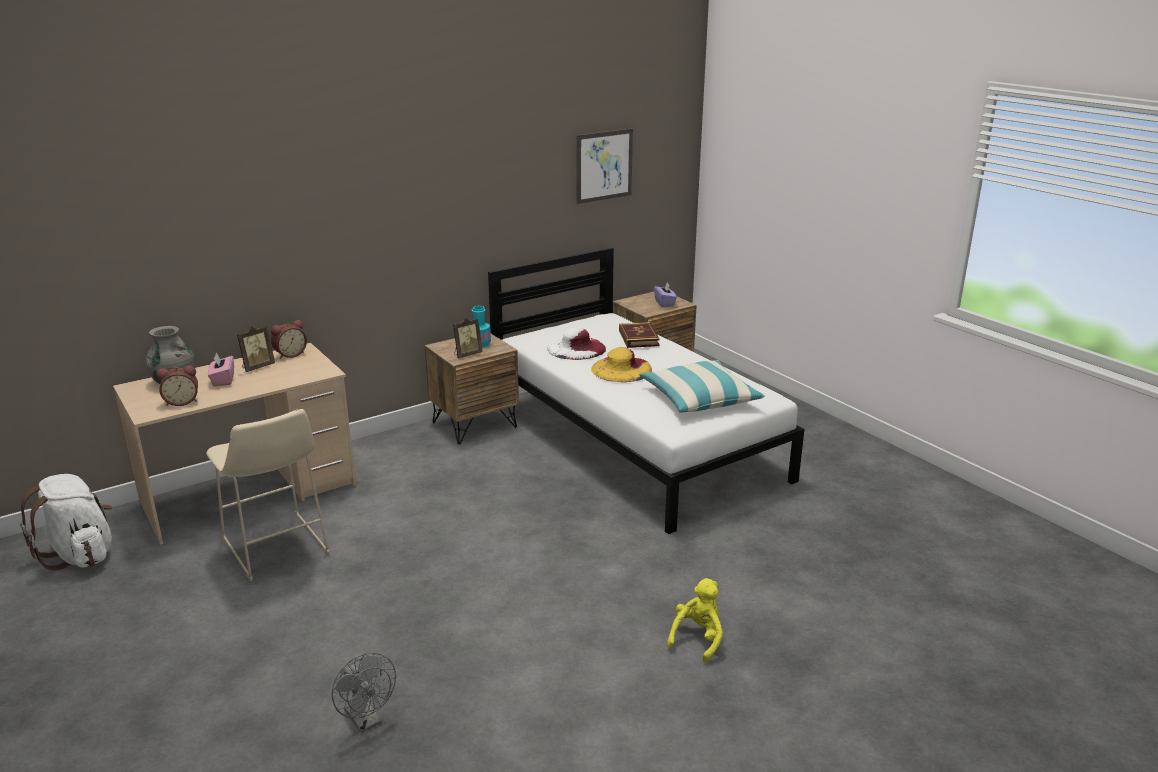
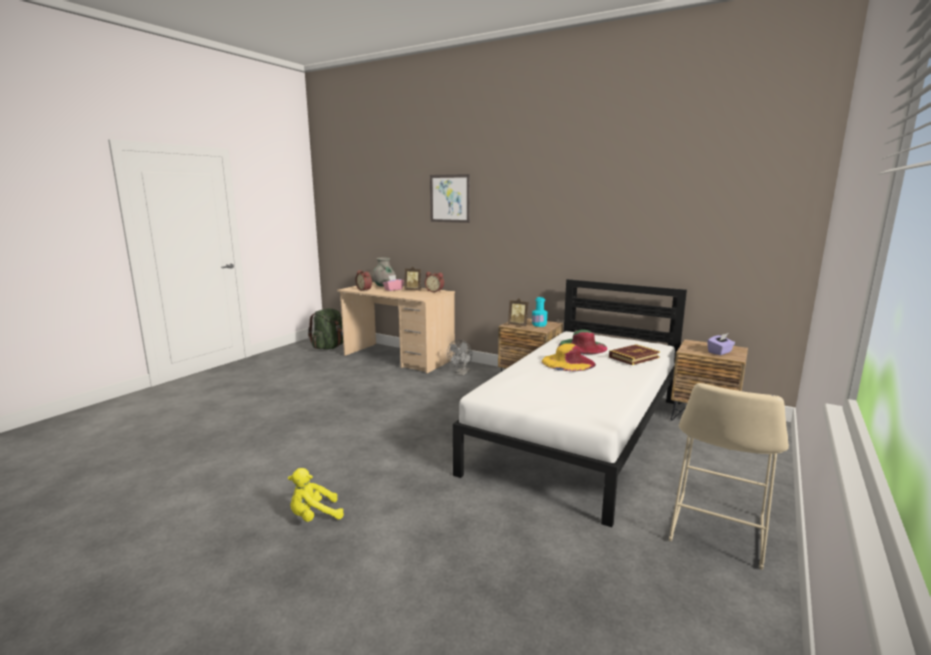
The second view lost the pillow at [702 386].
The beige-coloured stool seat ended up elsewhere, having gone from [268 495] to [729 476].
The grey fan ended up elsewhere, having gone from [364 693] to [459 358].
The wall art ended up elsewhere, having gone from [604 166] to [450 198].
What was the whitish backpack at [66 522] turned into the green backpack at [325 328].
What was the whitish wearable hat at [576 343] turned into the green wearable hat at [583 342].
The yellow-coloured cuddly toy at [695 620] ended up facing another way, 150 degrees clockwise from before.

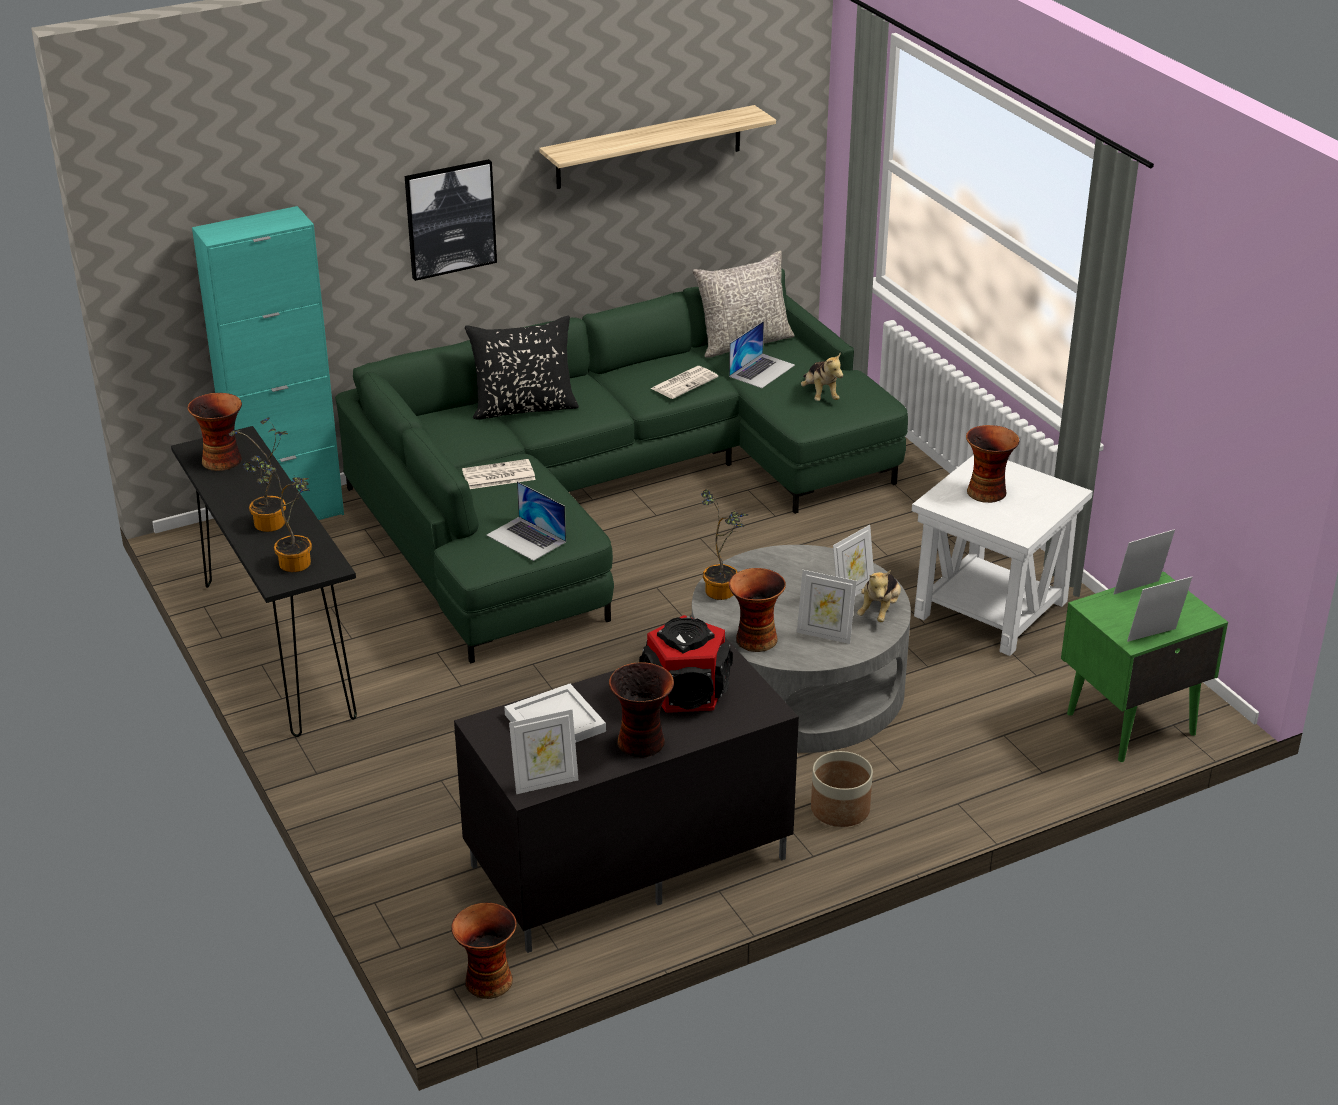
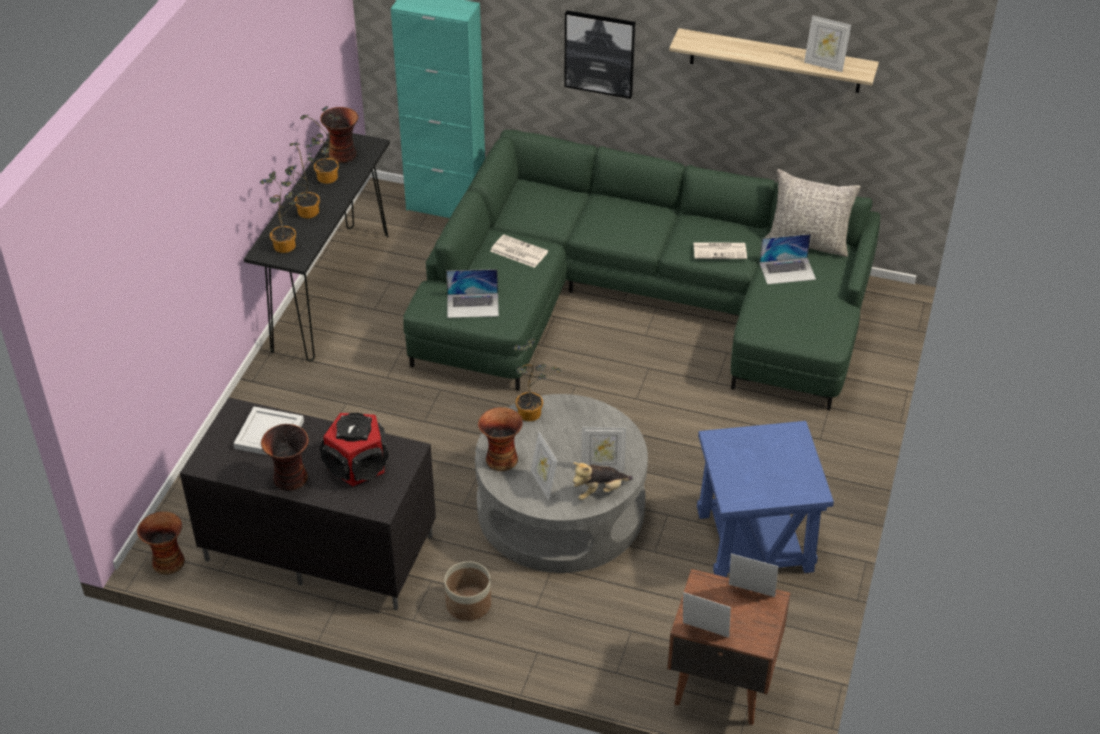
The second view lost the black pillow at [522 368].
The second view lost the cuddly toy at [822 376].
The second view lost the decorative vase at [993 464].
The second view gained the potted plant at [320 145].
The picture frame ended up elsewhere, having gone from [543 751] to [827 43].
What was the whitish accent table at [1002 555] turned into the blue-coloured accent table at [765 499].
What was the green night table at [1144 666] turned into the brownish night table at [729 647].
The portable computer at [526 521] ended up facing another way, 90 degrees counterclockwise from before.

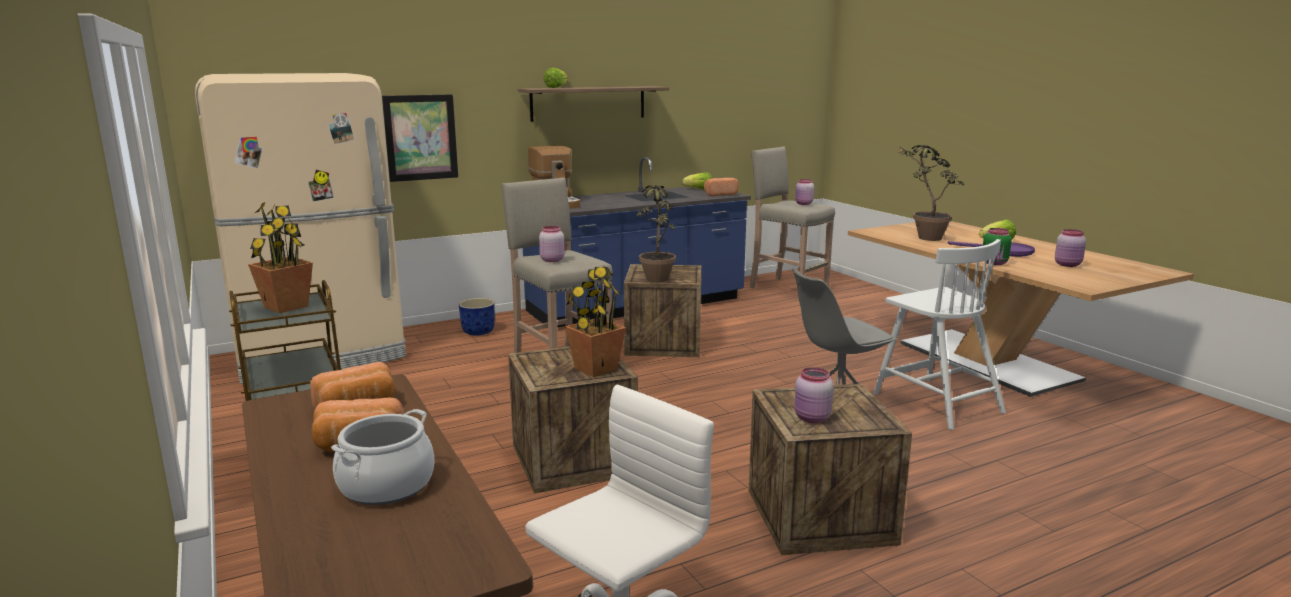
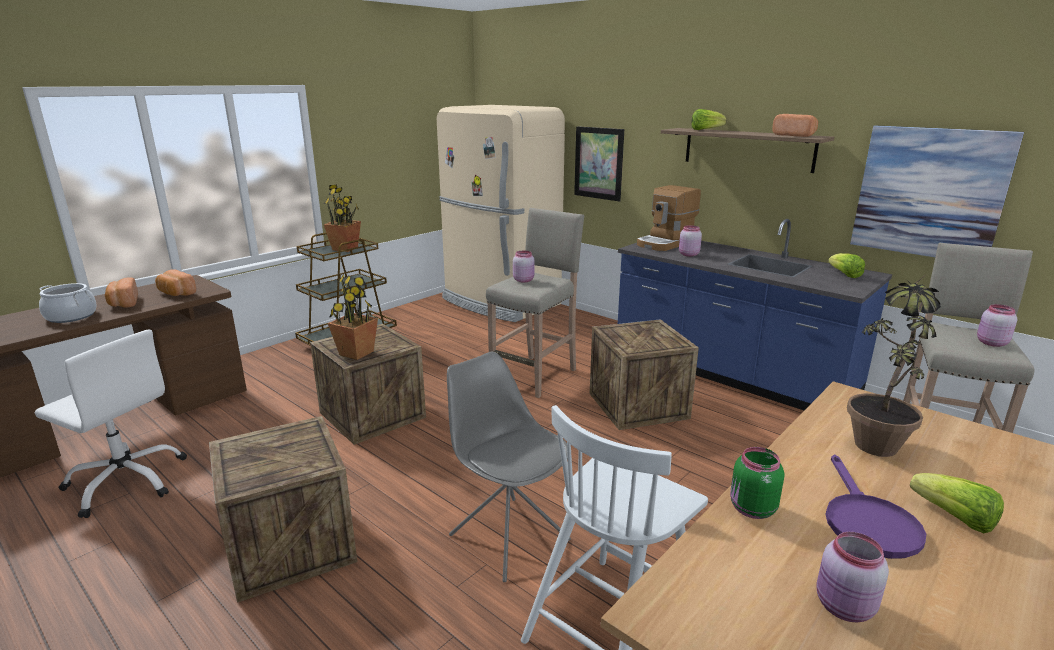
The second view lost the blue-coloured planter at [477 316].
The second view lost the potted plant at [656 233].
The second view gained the wall art at [937 191].
The bread ended up elsewhere, having gone from [721 187] to [795 125].
The pinkish jar ended up elsewhere, having gone from [814 395] to [690 240].

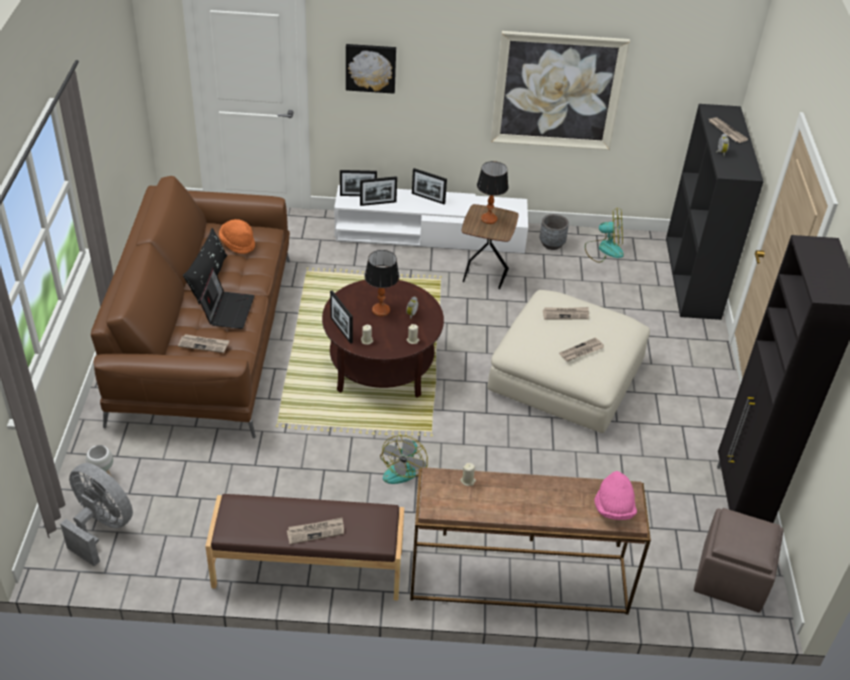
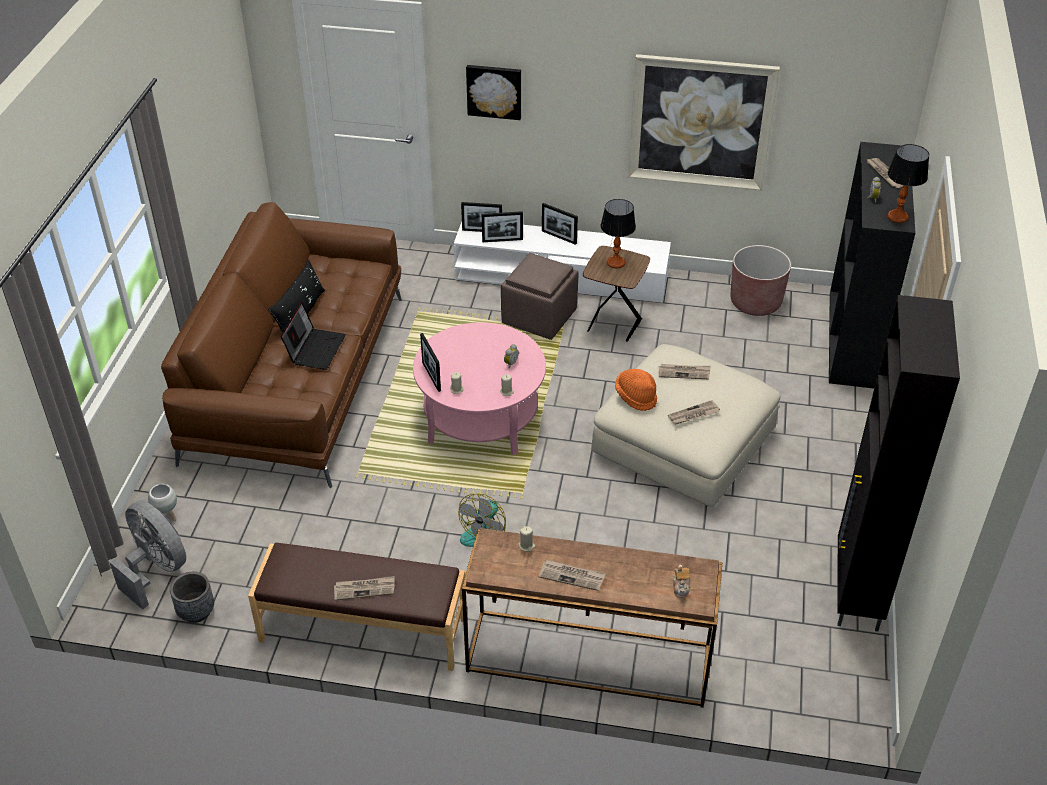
The printed paper ended up elsewhere, having gone from [204 343] to [572 575].
The orange wearable hat ended up elsewhere, having gone from [237 236] to [636 390].
The lamp for a table ended up elsewhere, having gone from [382 283] to [908 183].
The grey planter ended up elsewhere, having gone from [554 232] to [192 597].
The brownish pouffe ended up elsewhere, having gone from [739 560] to [539 296].
Where the fan stood at [604 235], the brownish planter came to stand at [761 280].
Where the pinkish wearable hat stood at [615 495], the teapot came to stand at [681 581].
What was the brownish lounge table at [383 339] turned into the pinkish lounge table at [479 388].

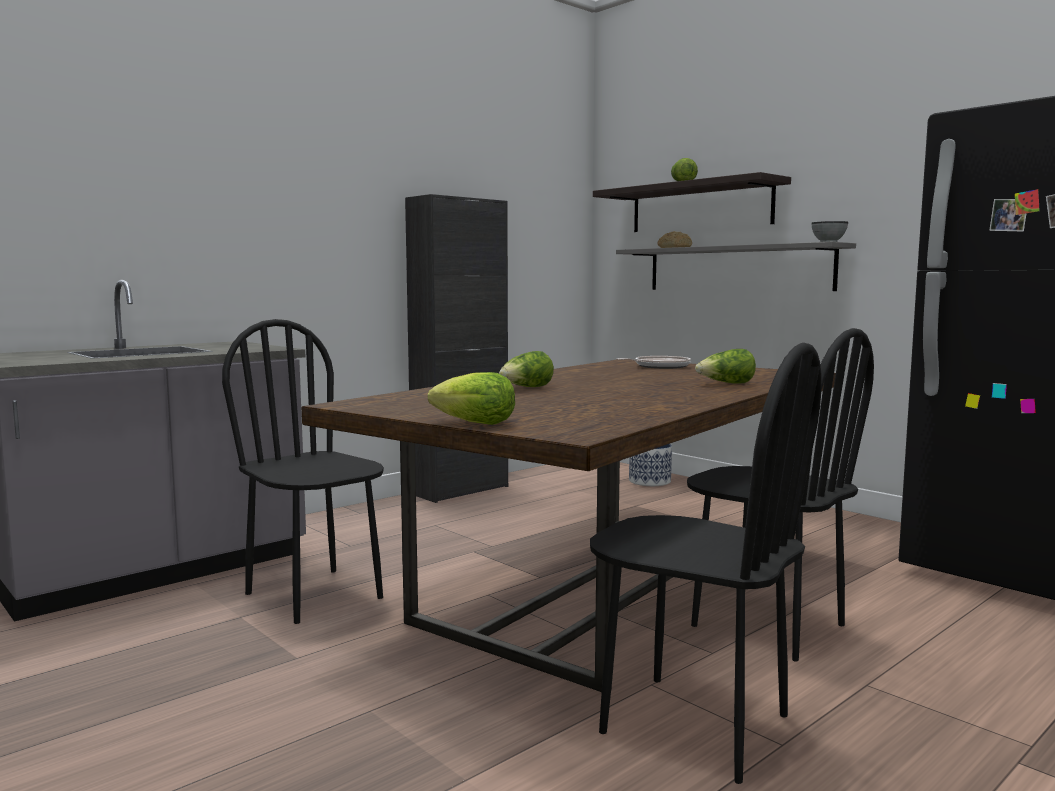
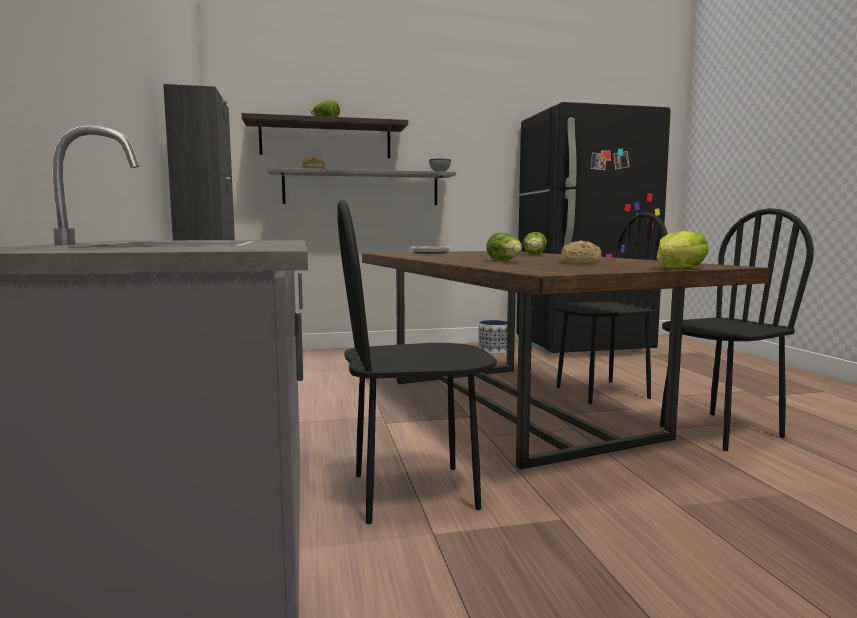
The second view gained the bread at [581 252].
The planter ended up elsewhere, having gone from [650 465] to [492 337].

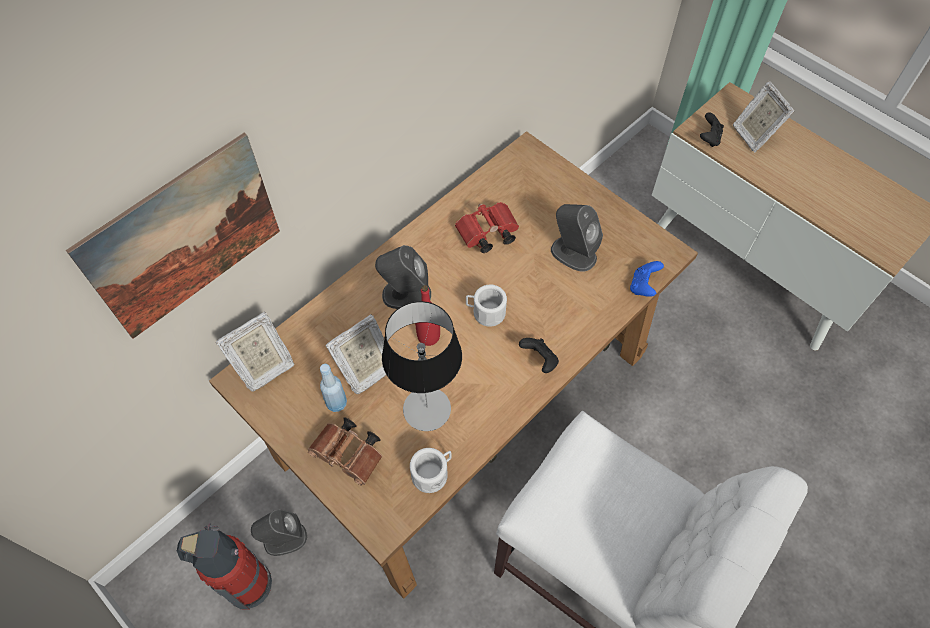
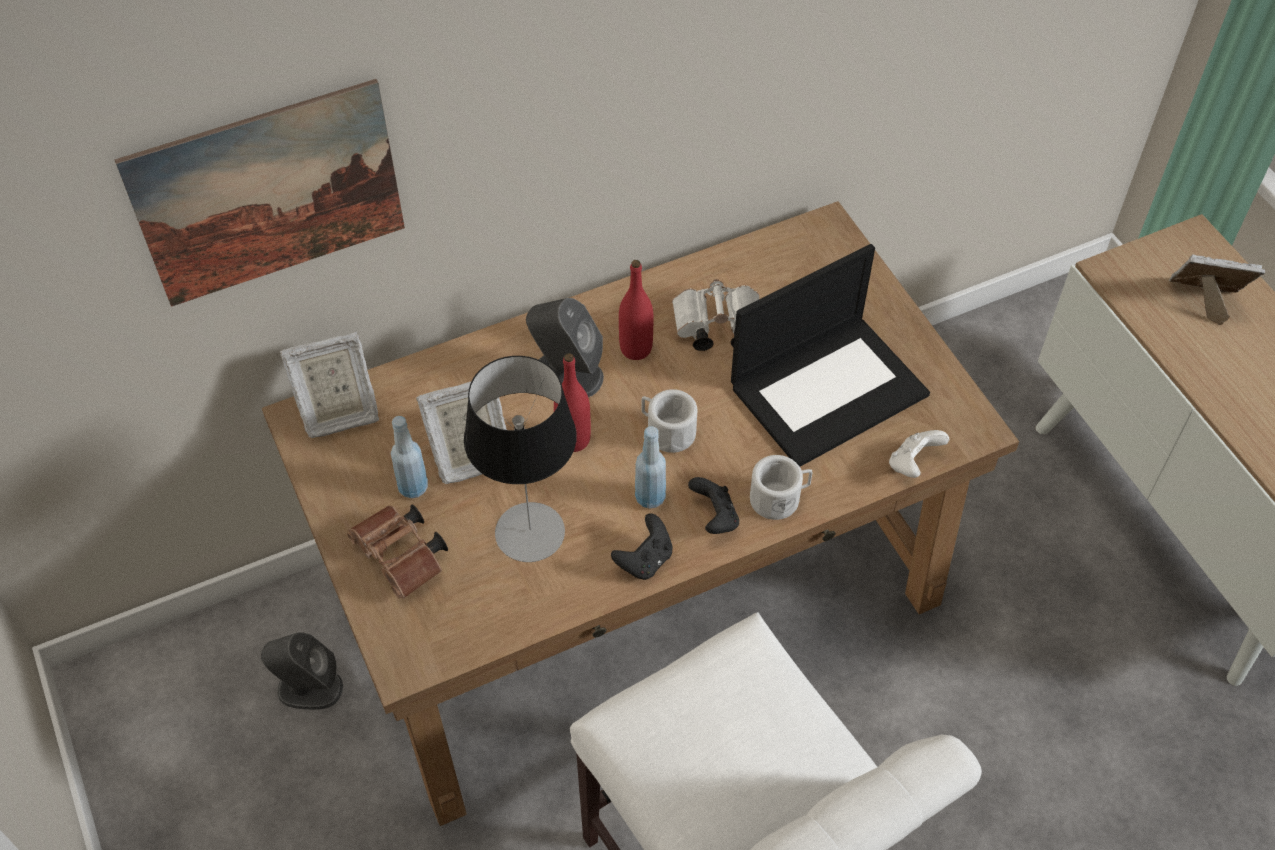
The second view lost the fire extinguisher at [224 566].
The second view gained the reddish drink bottle at [636 310].
The second view gained the blue-coloured drink bottle at [650 467].
The whitish tea mug ended up elsewhere, having gone from [431 470] to [781 487].
The black gamepad ended up elsewhere, having gone from [712 129] to [642 546].
Where the grey loudspeaker stood at [577 238], the portable computer came to stand at [830 355].
What was the reddish field glasses at [487 227] turned into the whitish field glasses at [715 315].
What was the blue-coloured gamepad at [647 279] turned into the whitish gamepad at [919 454].
The picture frame at [764 116] ended up facing another way, 105 degrees clockwise from before.

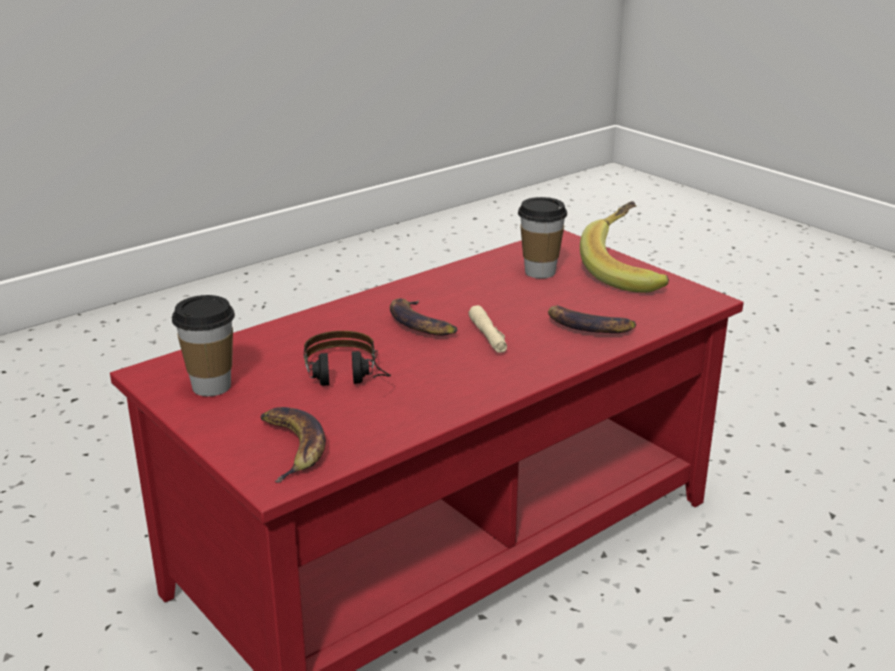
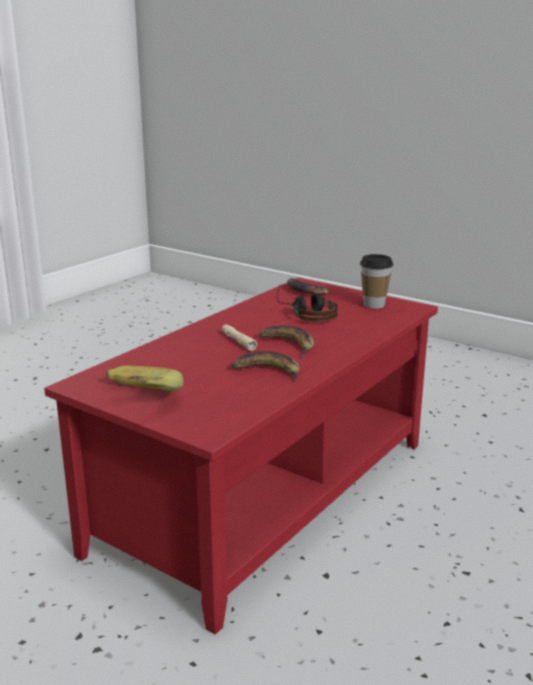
The second view lost the drinking cup at [542 237].
The banana fruit ended up elsewhere, having gone from [592 319] to [266 366].

